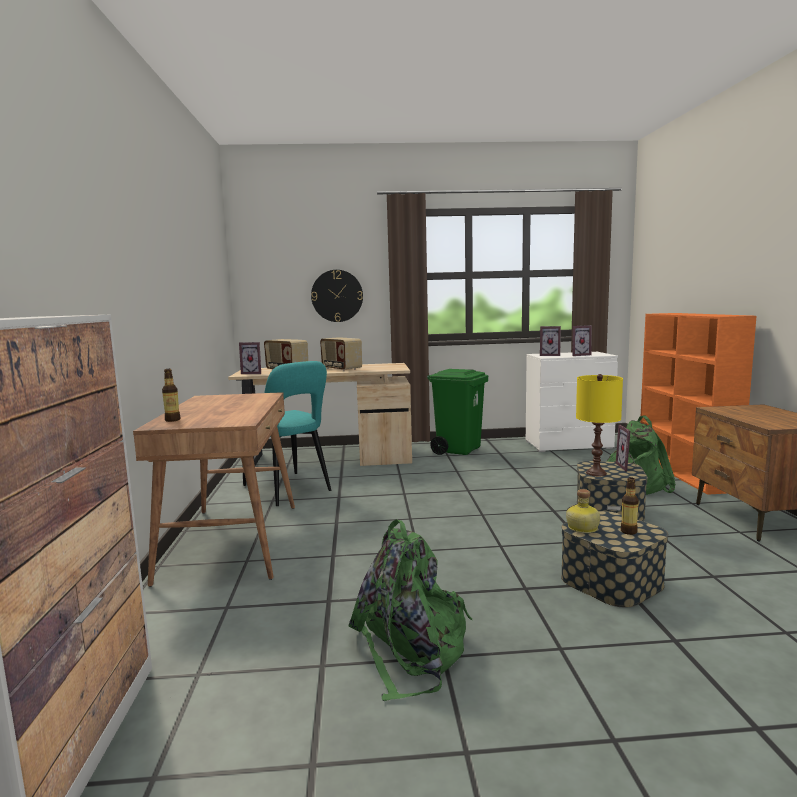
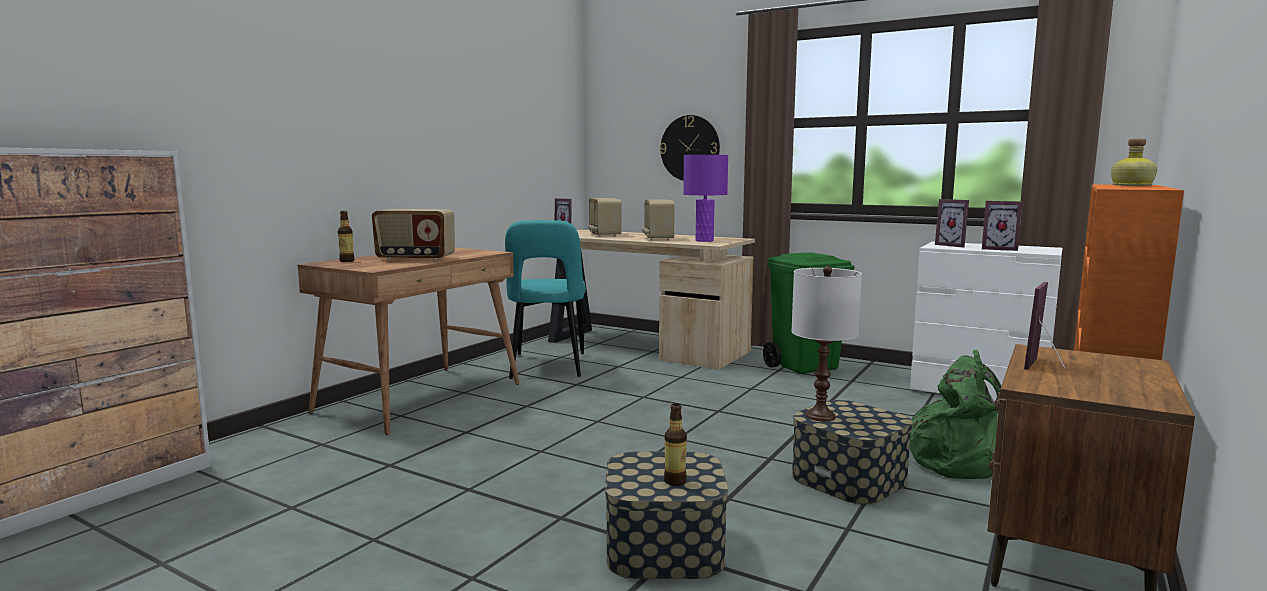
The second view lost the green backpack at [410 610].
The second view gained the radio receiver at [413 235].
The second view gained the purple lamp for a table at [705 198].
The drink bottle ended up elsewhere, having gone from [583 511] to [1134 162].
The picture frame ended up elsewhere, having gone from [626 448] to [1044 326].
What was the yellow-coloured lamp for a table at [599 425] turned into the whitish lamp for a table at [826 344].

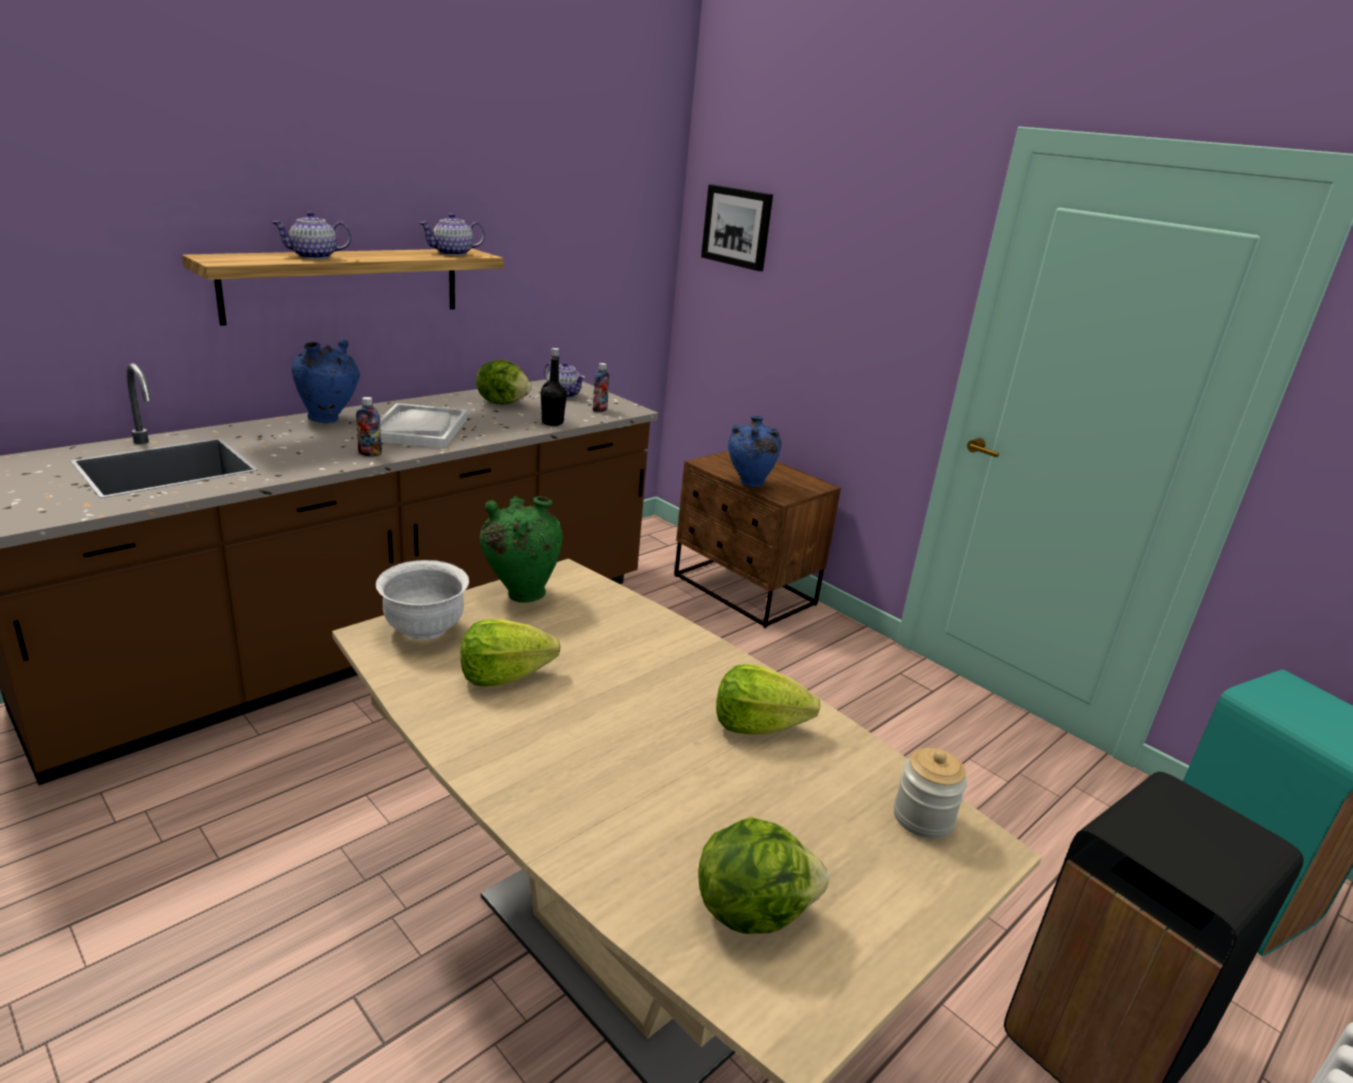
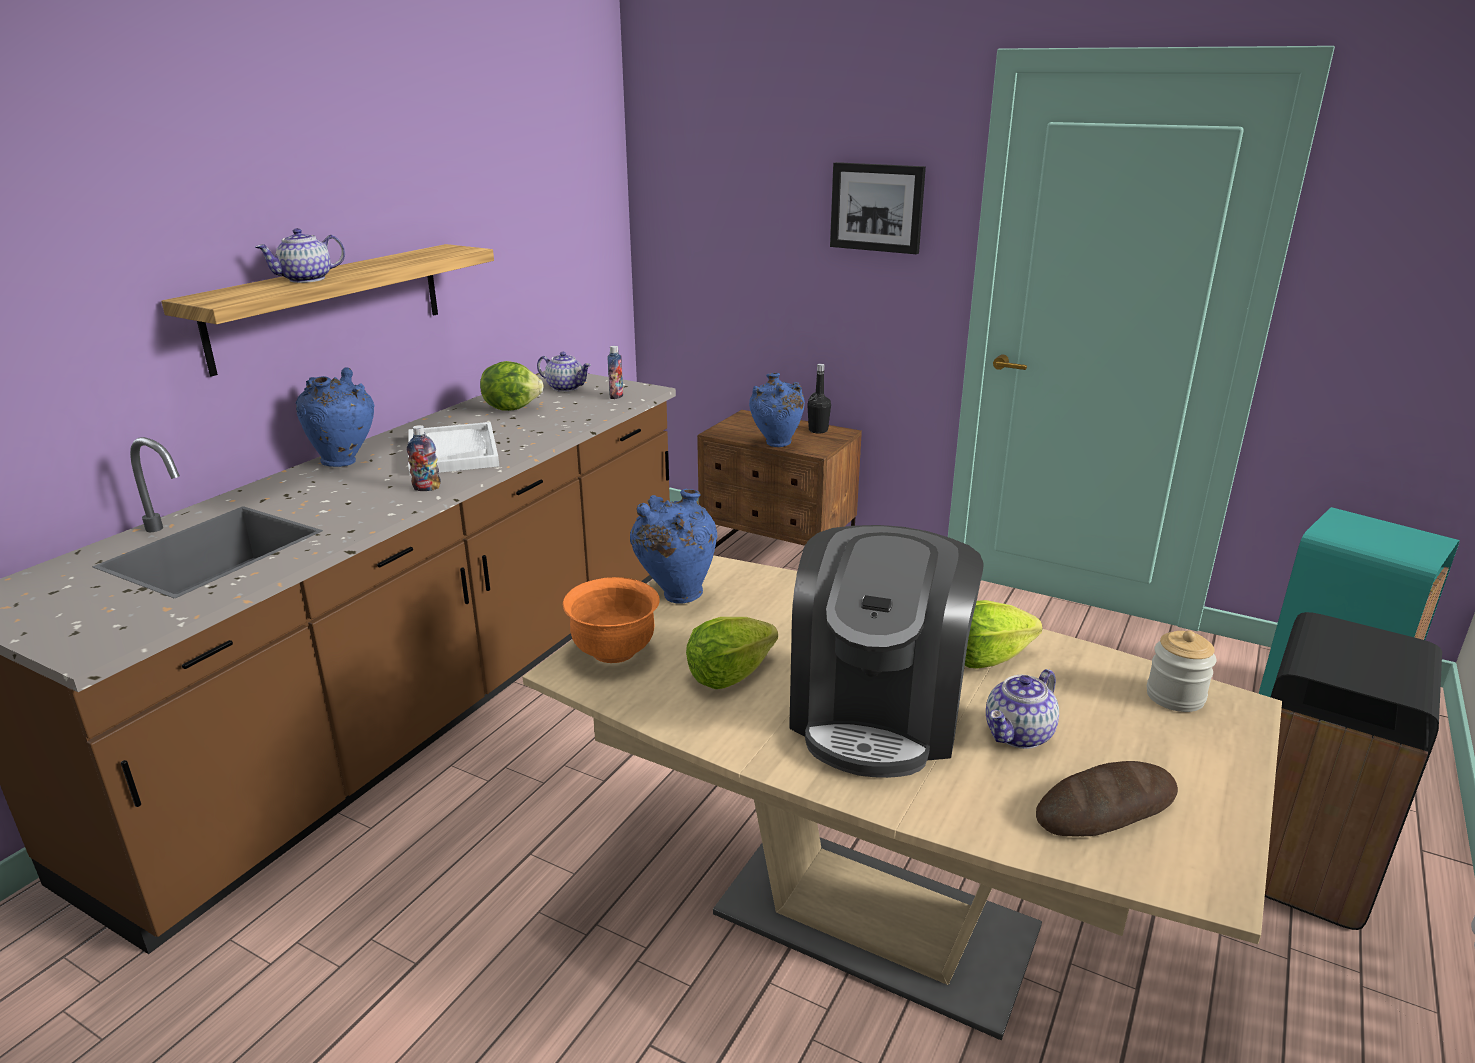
The second view gained the coffee machine at [886 651].
The teapot ended up elsewhere, having gone from [452 234] to [1022 709].
The black drink bottle ended up elsewhere, having gone from [553 387] to [819 399].
The wall art ended up elsewhere, having gone from [737 227] to [878 208].
Where the lettuce head stood at [763 875], the bread came to stand at [1107 798].
What was the whitish deep dish at [422 600] turned into the orange deep dish at [611 620].
What was the green decorative vase at [521 549] turned into the blue-coloured decorative vase at [673 546].

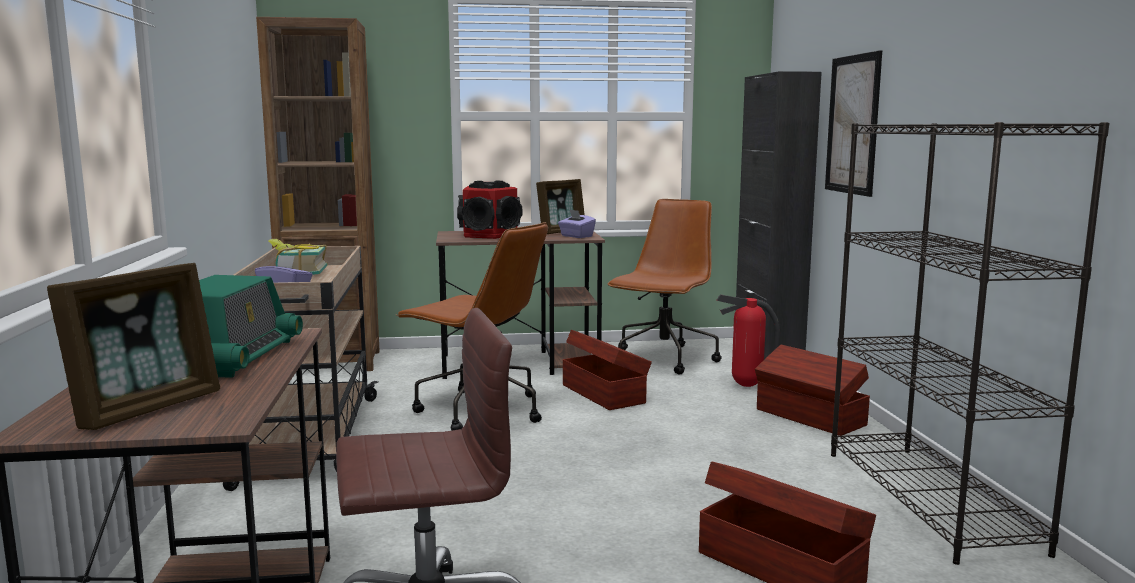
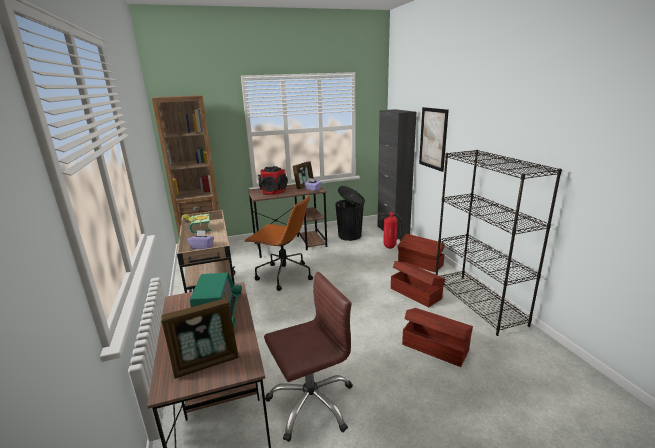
The brownish storage container ended up elsewhere, having gone from [607 370] to [418 284].
Where the brownish computer chair stood at [665 287], the black trash can came to stand at [350 213].
The picture frame at [133 346] ended up facing another way, 45 degrees clockwise from before.

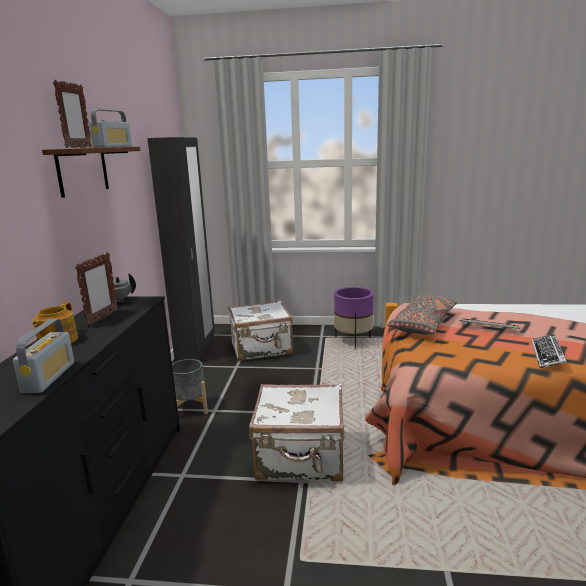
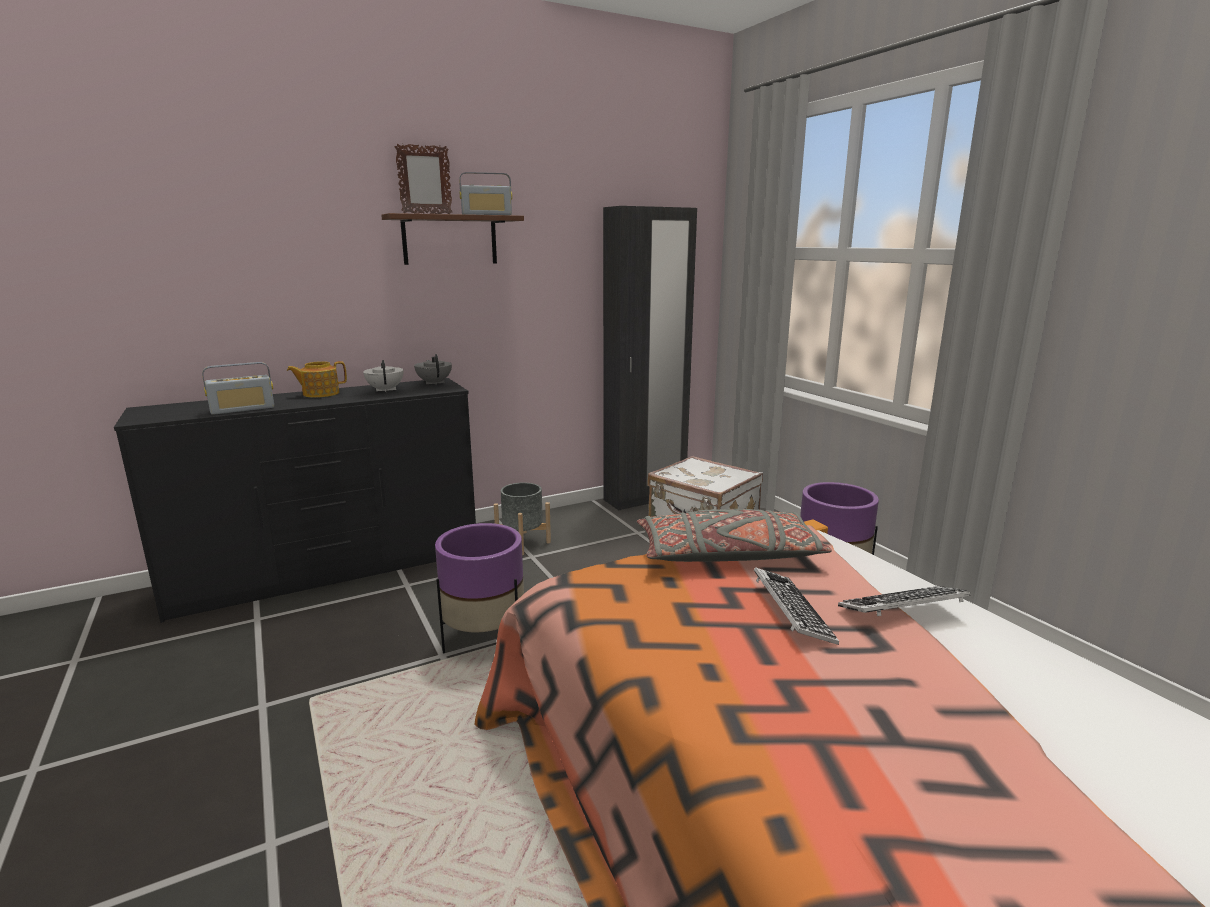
The computer keyboard ended up elsewhere, having gone from [549 351] to [904 601].
Where the picture frame stood at [96 289], the whitish teapot came to stand at [383 376].
Where the whitish piece of luggage stood at [296 433], the purple planter came to stand at [479 588].

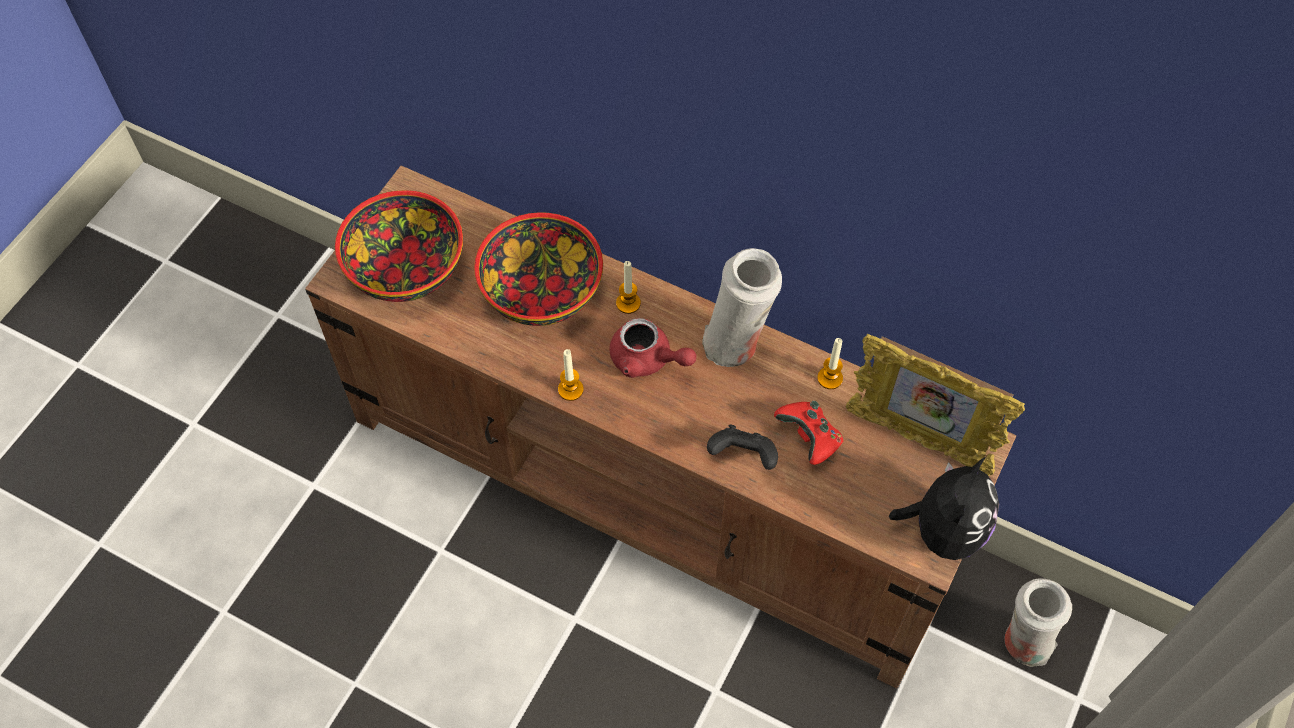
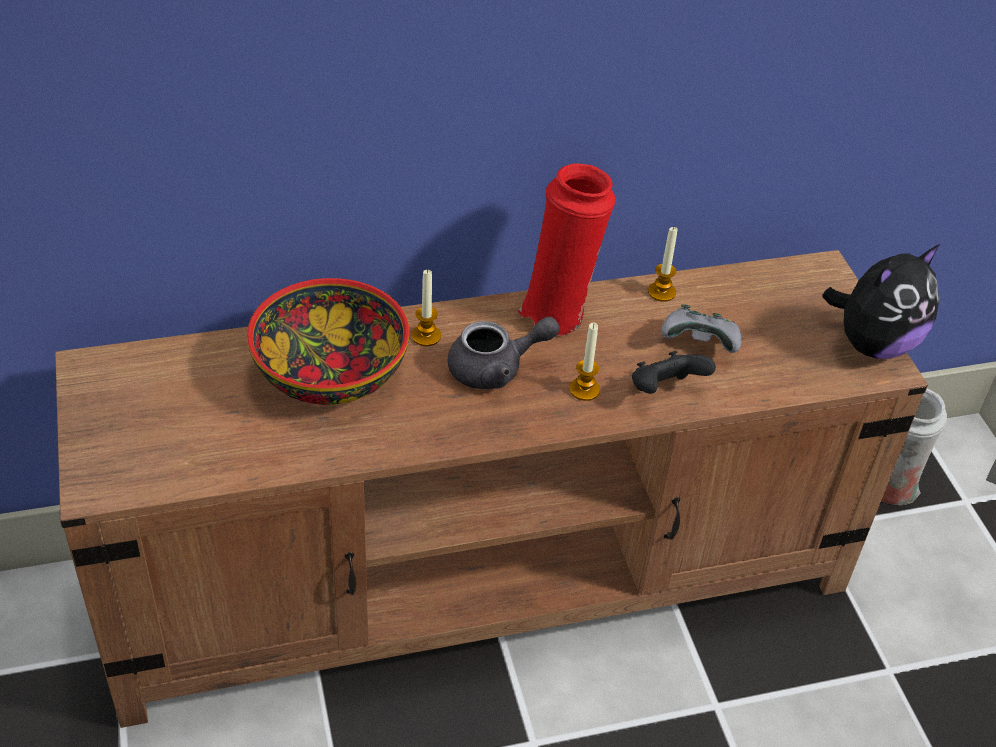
The second view lost the deep dish at [399 246].
The second view lost the picture frame at [935 405].
The candle ended up elsewhere, having gone from [571 375] to [585 361].
What was the reddish teapot at [652 348] turned into the grey teapot at [504 353].
What was the whitish decorative vase at [742 307] turned into the reddish decorative vase at [566 249].
What was the reddish gamepad at [808 433] turned into the grey gamepad at [701 328].
The cuddly toy at [944 508] ended up facing another way, 75 degrees clockwise from before.

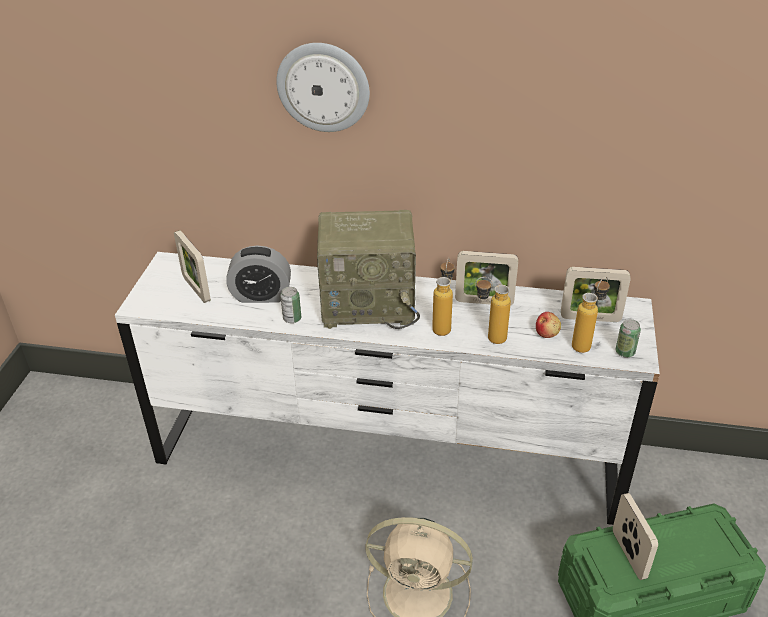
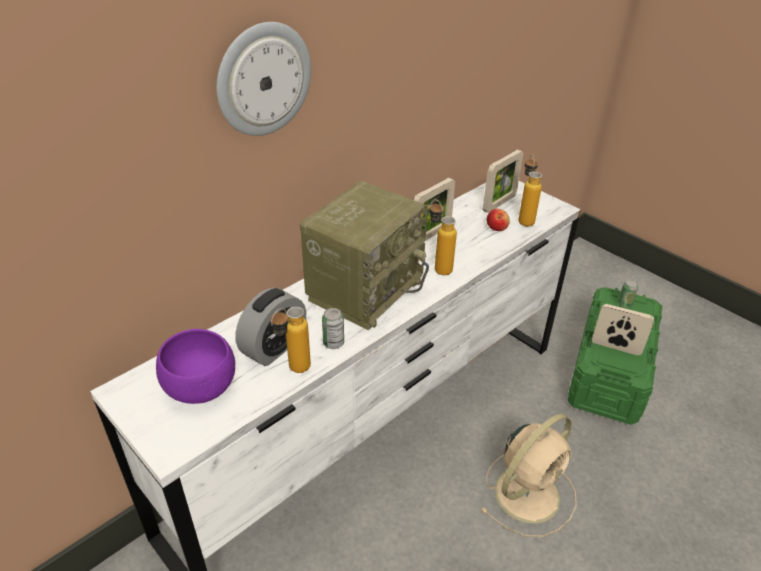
The drink bottle ended up elsewhere, having gone from [493 310] to [290 340].
The sealed can ended up elsewhere, having gone from [628 338] to [628 293].
Where the picture frame stood at [192 266], the purple deep dish came to stand at [195 366].

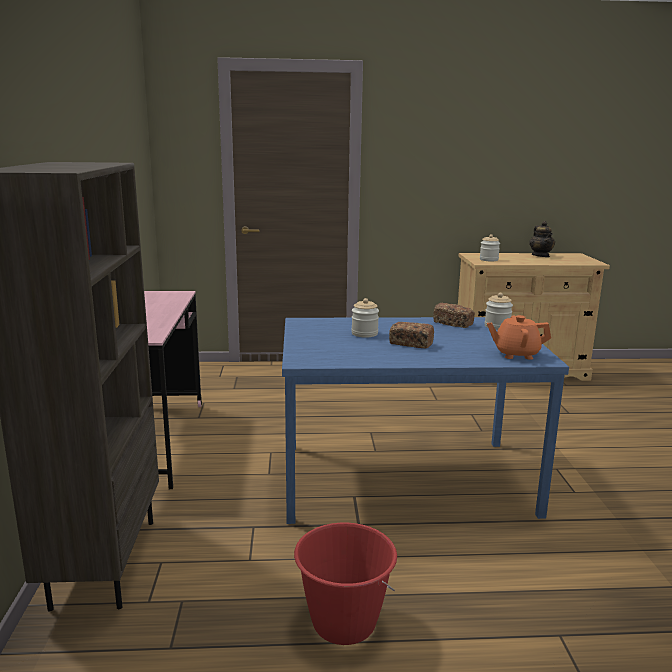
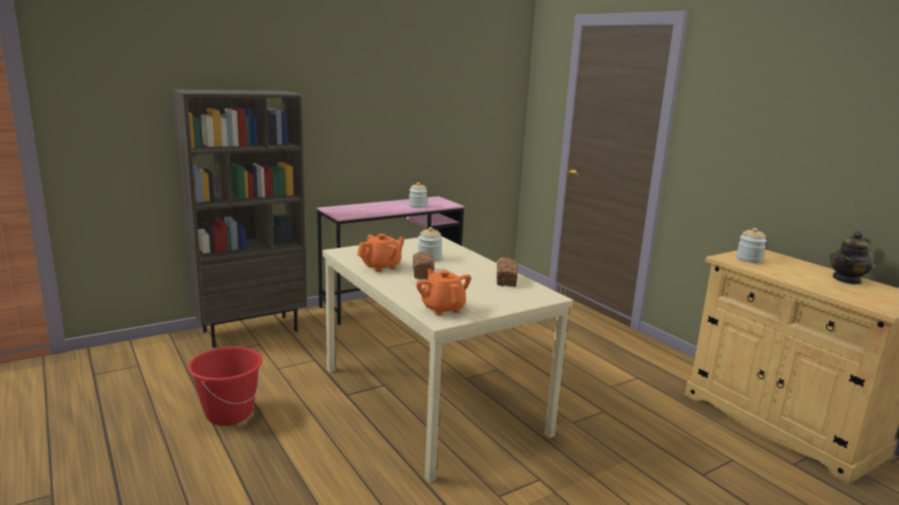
The second view gained the orange teapot at [381 253].
The jar ended up elsewhere, having gone from [499 311] to [418 195].
What was the blue-coloured kitchen table at [425 420] turned into the beige-coloured kitchen table at [448 359].

